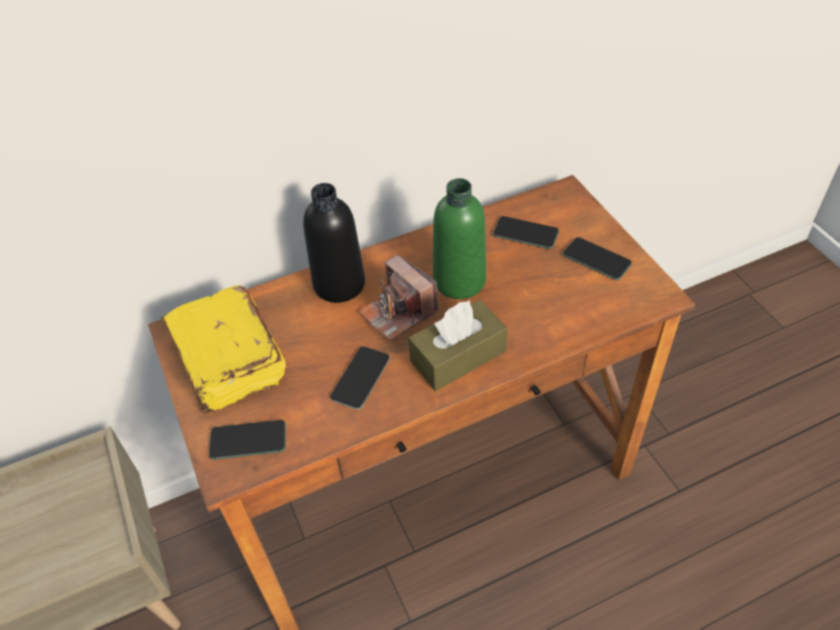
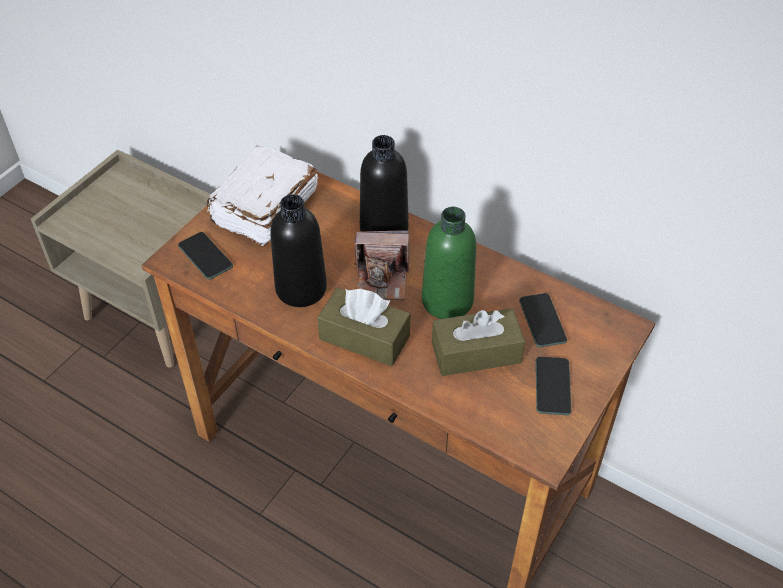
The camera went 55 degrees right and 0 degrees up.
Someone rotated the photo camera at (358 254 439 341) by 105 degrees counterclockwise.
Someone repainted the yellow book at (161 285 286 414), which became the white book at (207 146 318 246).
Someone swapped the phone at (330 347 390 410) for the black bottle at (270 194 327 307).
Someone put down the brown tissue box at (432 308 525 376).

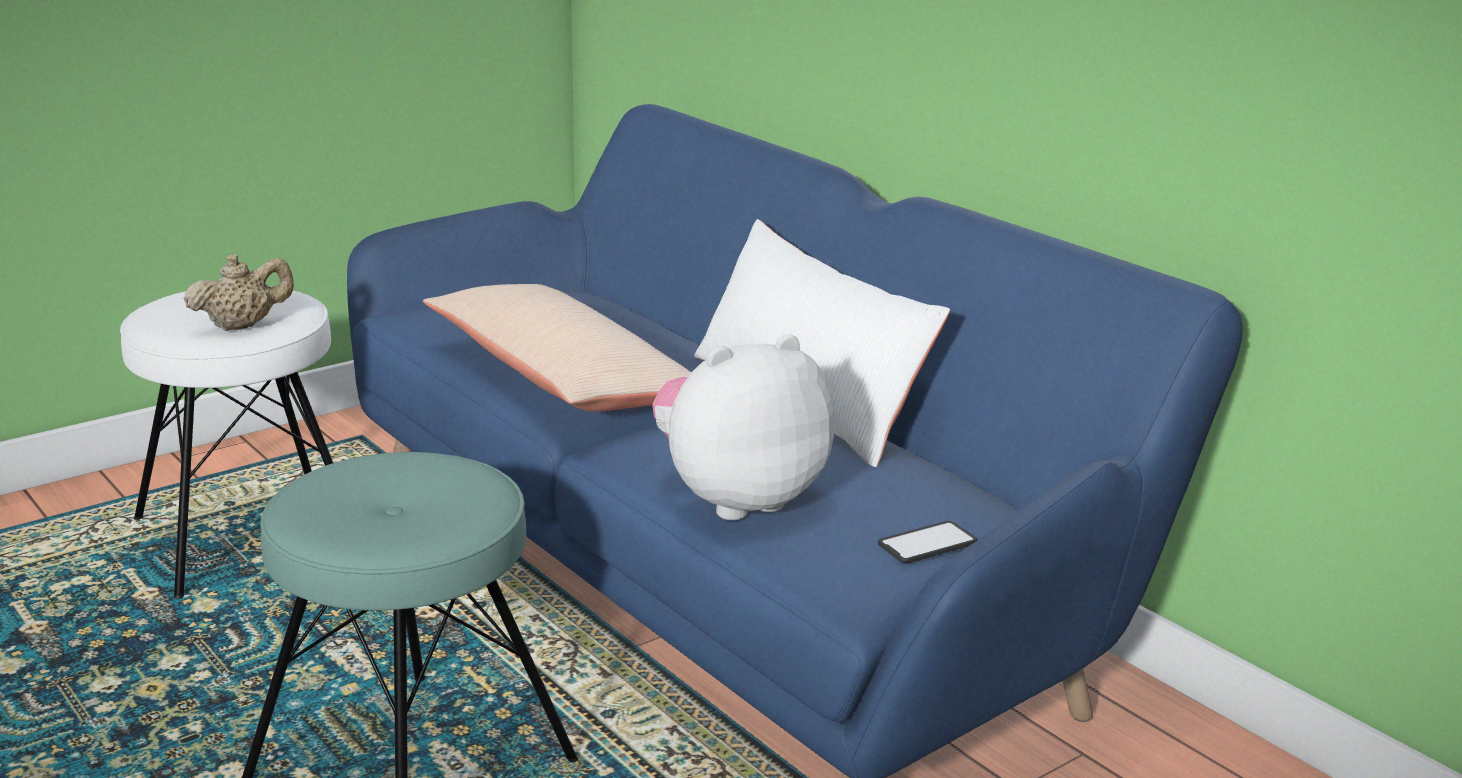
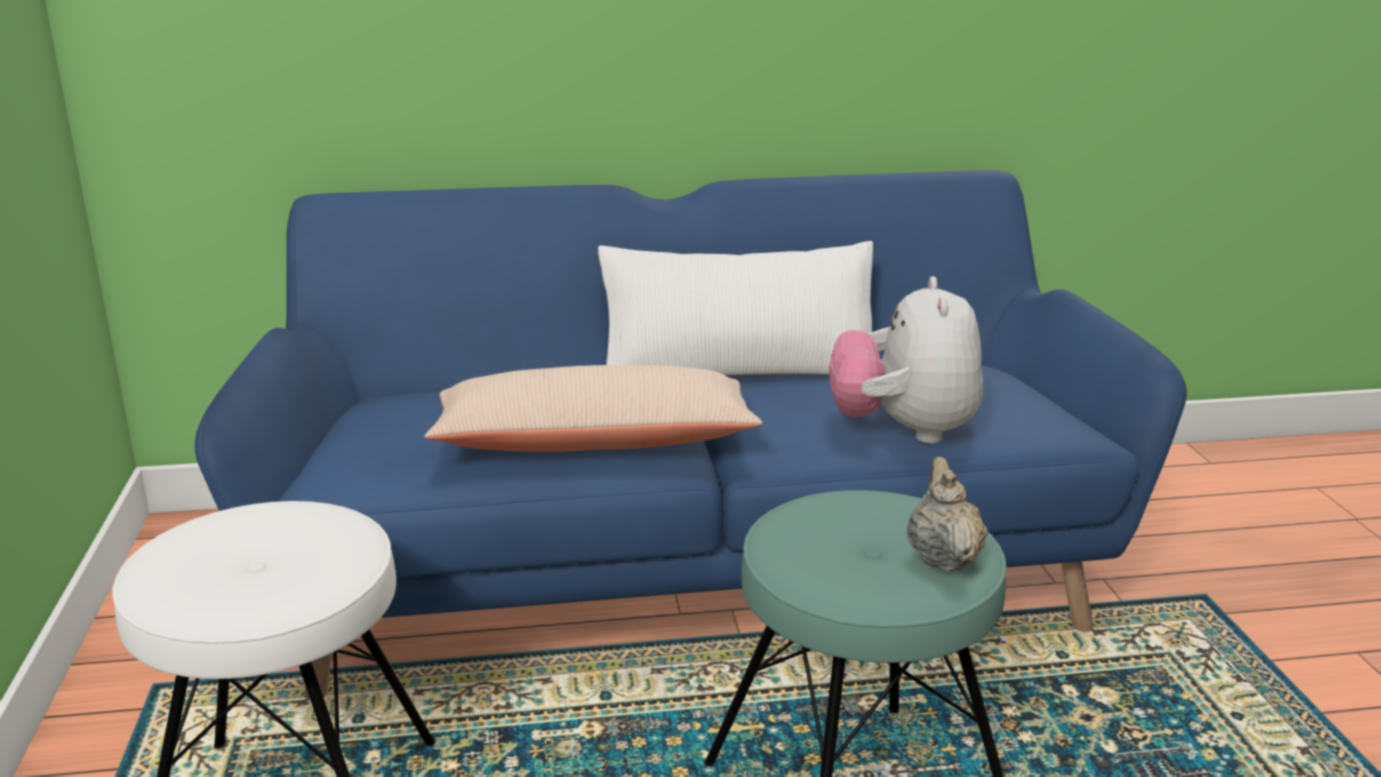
The camera went 60 degrees left and 0 degrees up.
Someone carried the beige teapot from (183 254 294 331) to (907 457 988 572).
Someone took away the phone at (878 521 977 563).

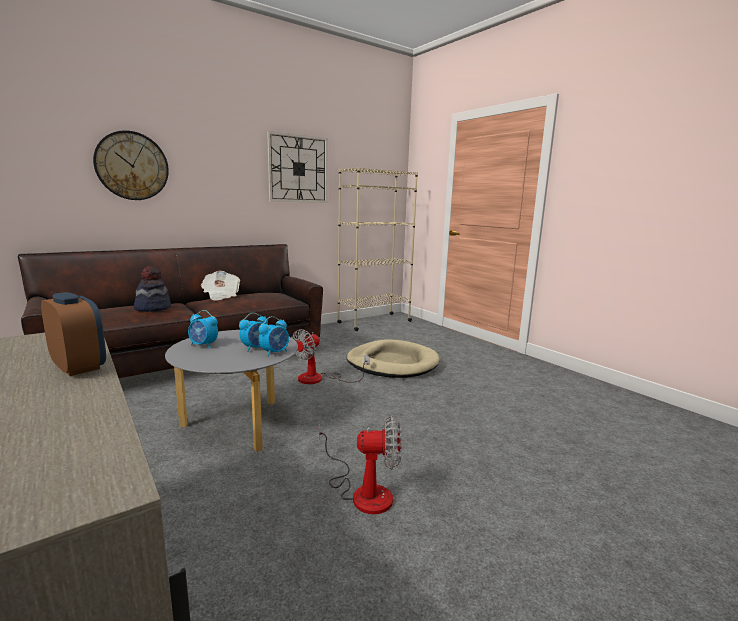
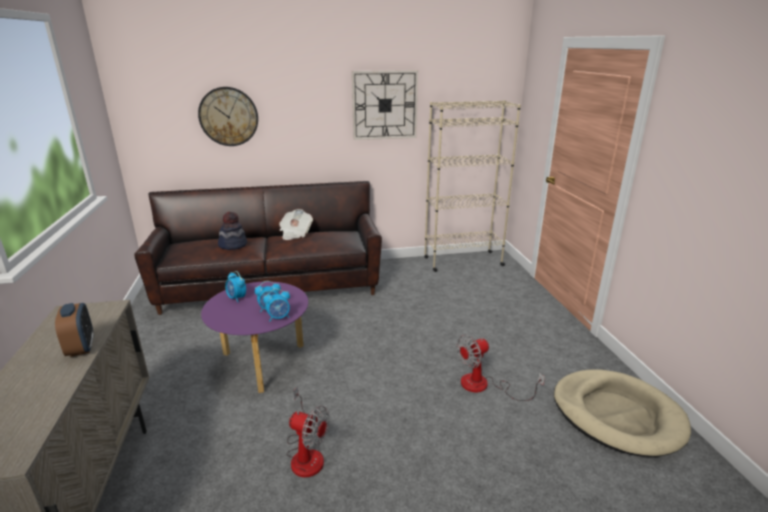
The camera went 25 degrees right and 10 degrees up.
Someone carried the fan from (292 329 369 384) to (456 334 545 401).
Someone repainted the grey coffee table at (165 330 298 452), which became the purple coffee table at (201 281 308 393).
Someone carried the beige dog bed from (346 340 439 378) to (554 369 691 457).

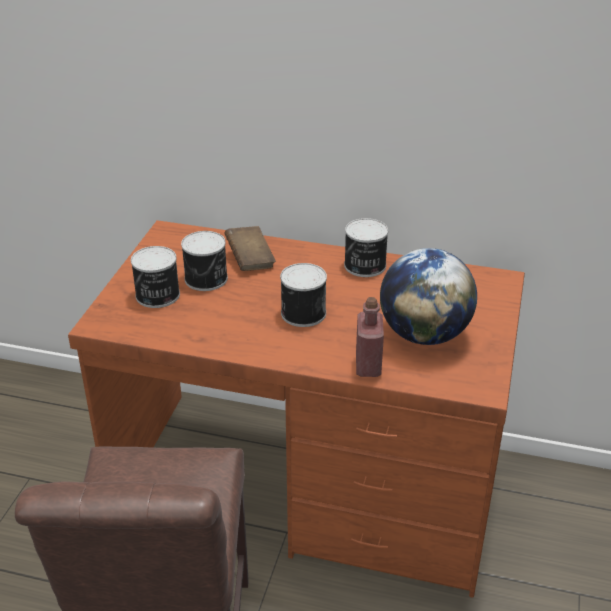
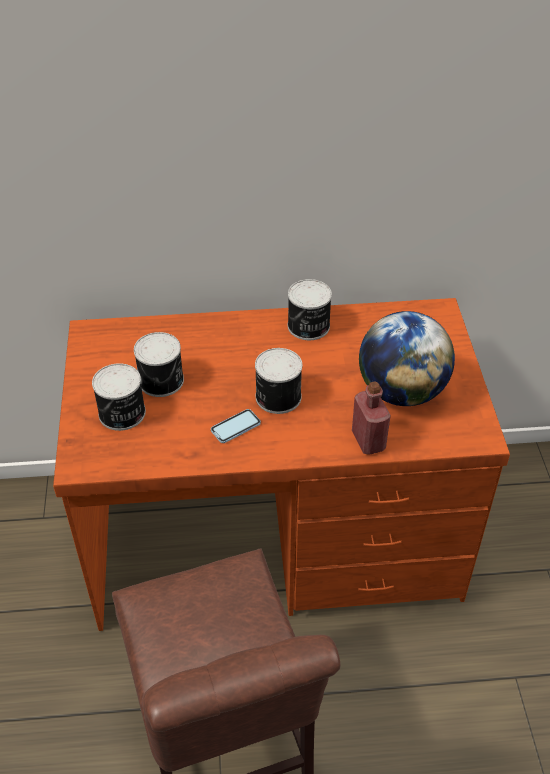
The camera went 20 degrees left and 10 degrees up.
Someone took away the brown book at (224 226 276 271).
Someone put down the phone at (211 409 261 443).

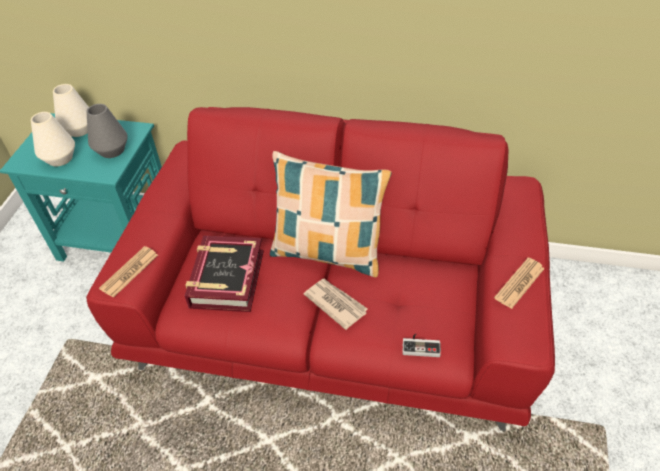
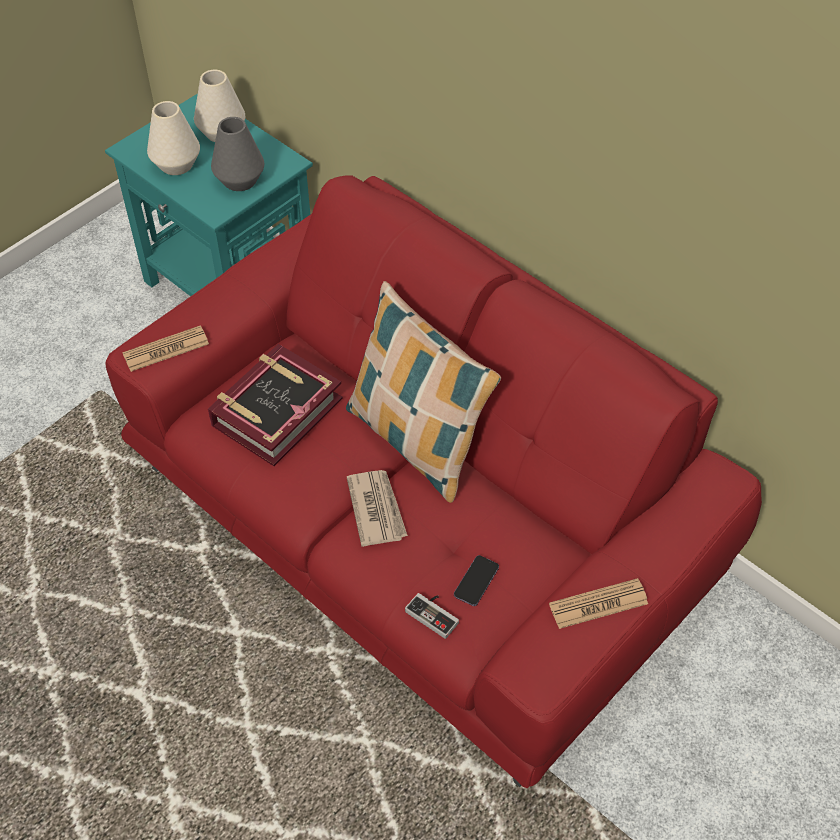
The camera went 30 degrees right and 5 degrees up.
Someone put down the phone at (454 555 499 606).

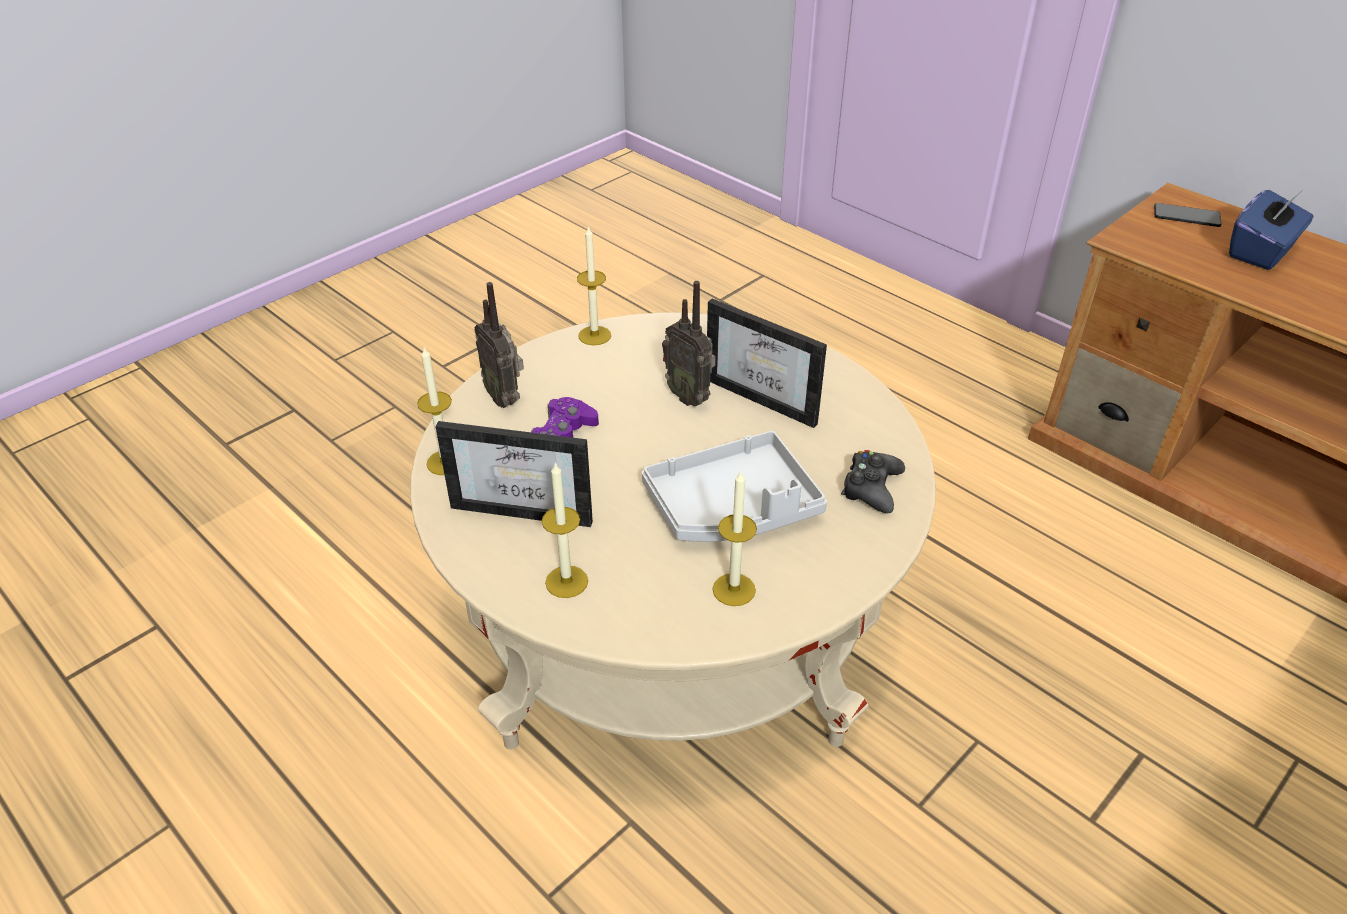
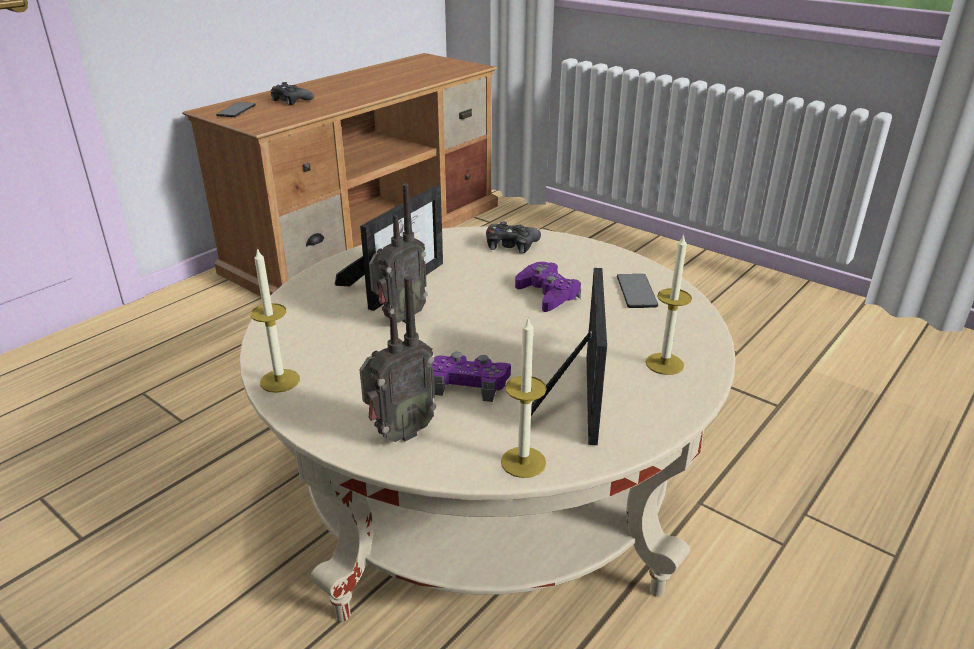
The camera went 95 degrees left and 10 degrees down.
Someone swapped the blue tissue box at (1229 190 1314 270) for the black game controller at (271 82 314 105).
Someone swapped the grey tray at (642 431 827 542) for the purple game controller at (515 262 581 312).
Someone swapped the candle at (713 470 757 606) for the phone at (617 274 658 308).

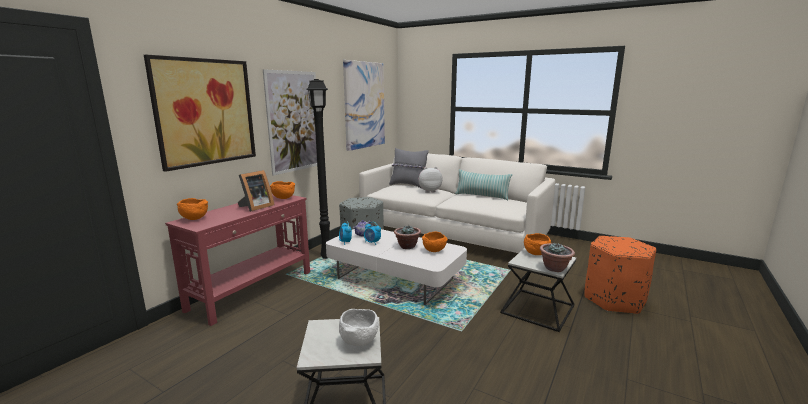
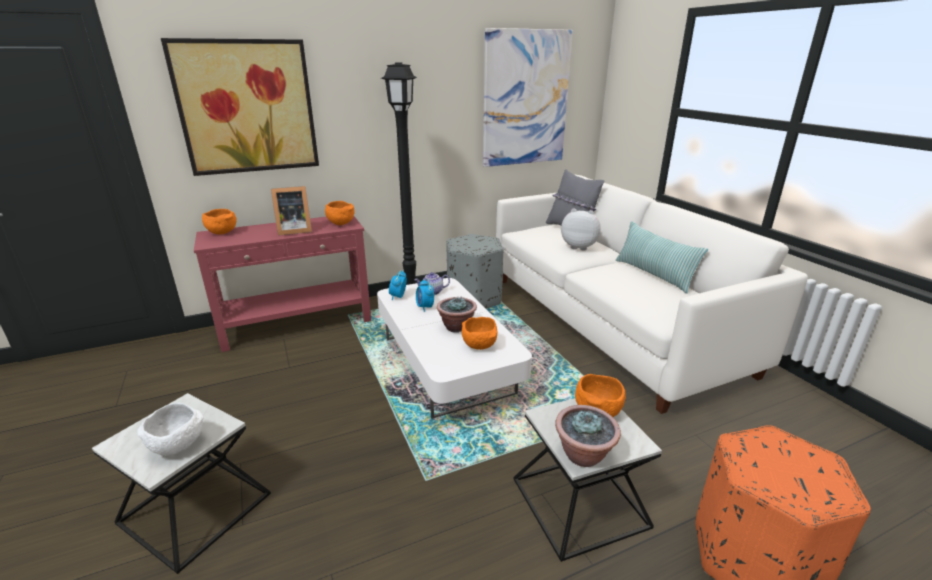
The camera went 35 degrees right and 10 degrees up.
Someone took away the picture at (263 69 317 176).

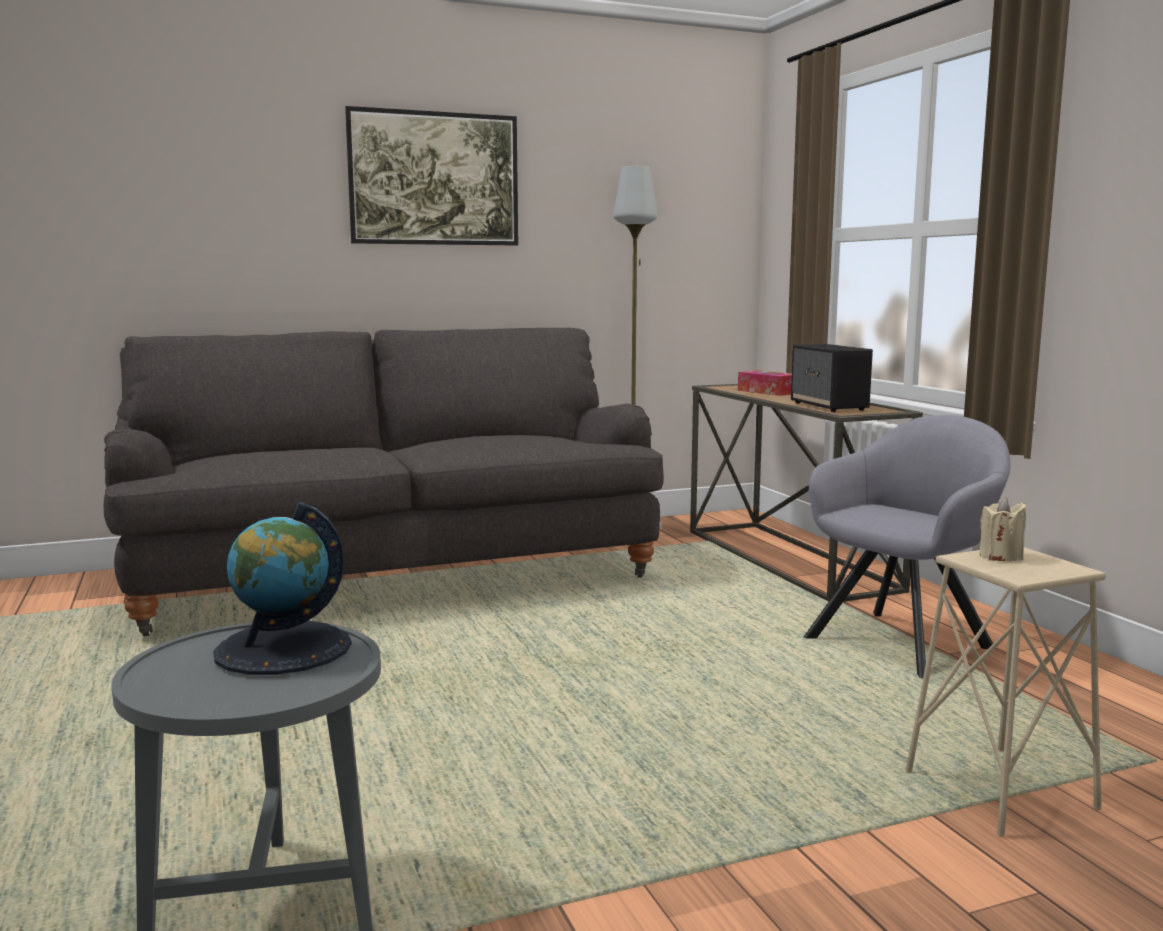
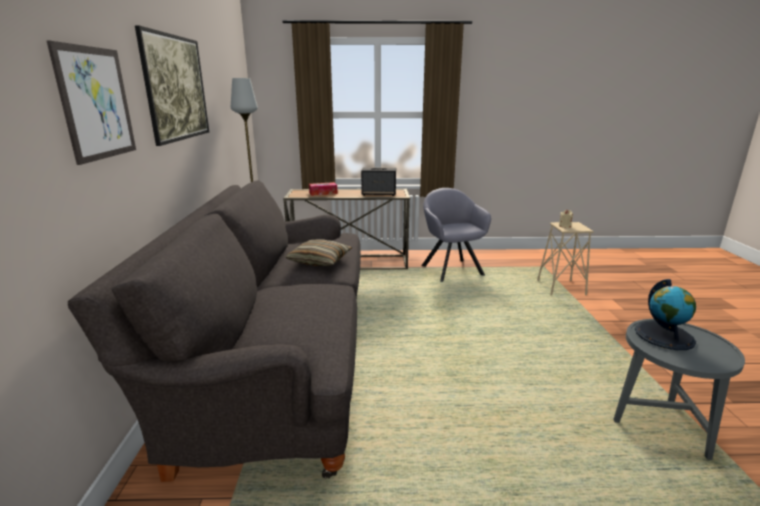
The camera went 70 degrees left and 10 degrees up.
Someone put up the picture at (47 41 136 165).
Someone put down the pillow at (286 239 352 266).

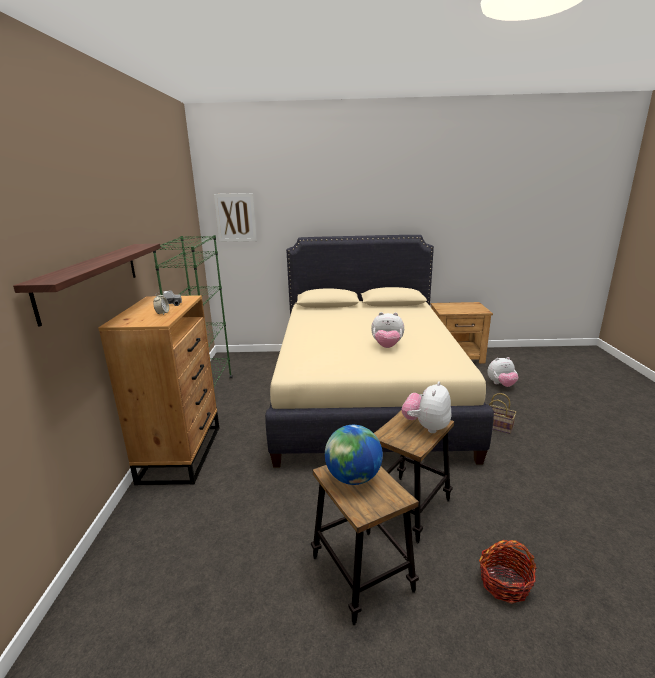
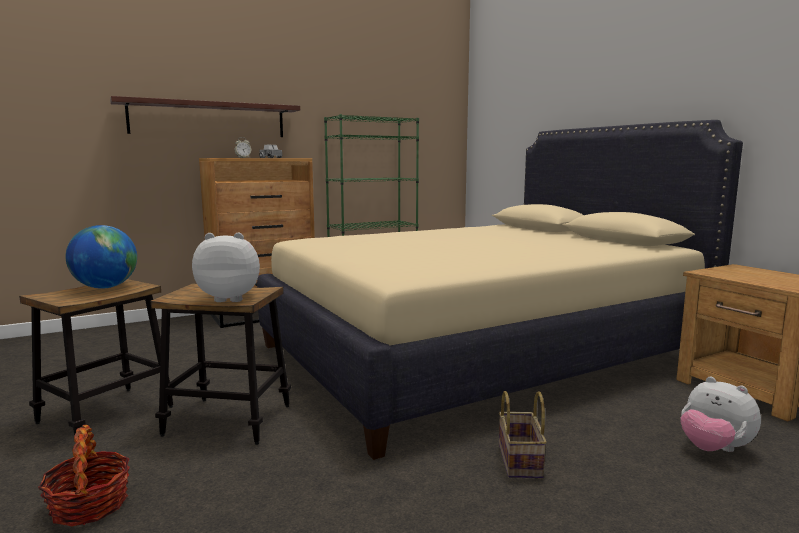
The camera went 60 degrees right and 10 degrees down.
Someone took away the picture at (214 193 257 242).
Someone took away the plush toy at (371 312 404 348).

